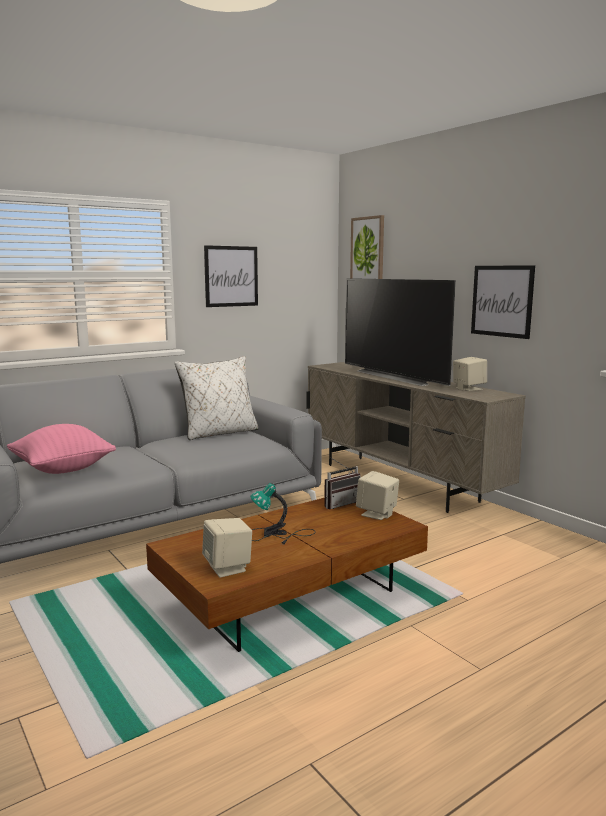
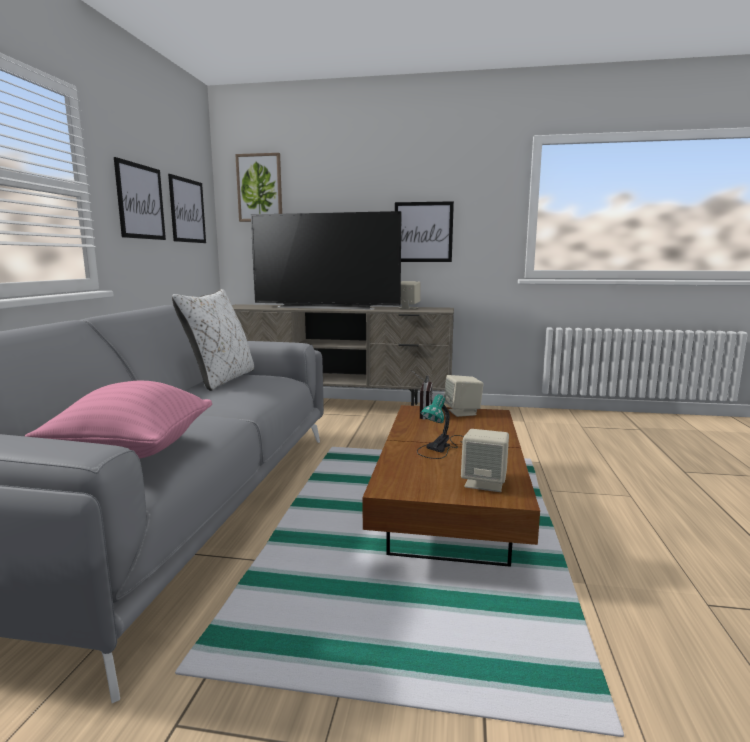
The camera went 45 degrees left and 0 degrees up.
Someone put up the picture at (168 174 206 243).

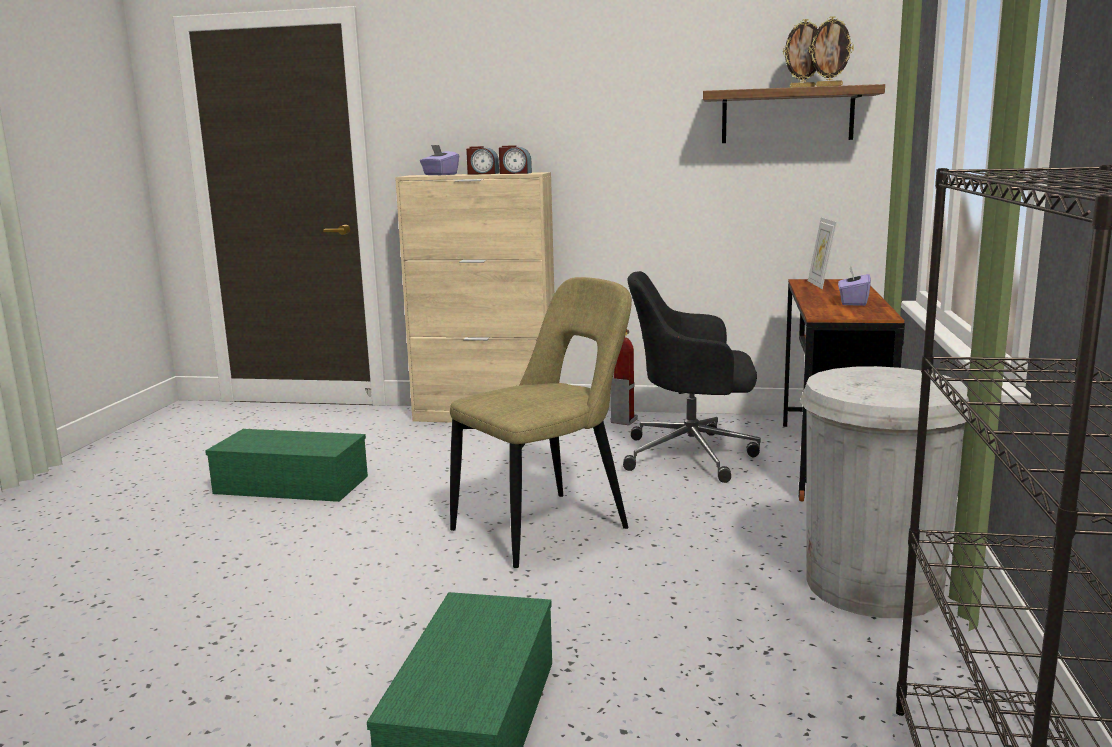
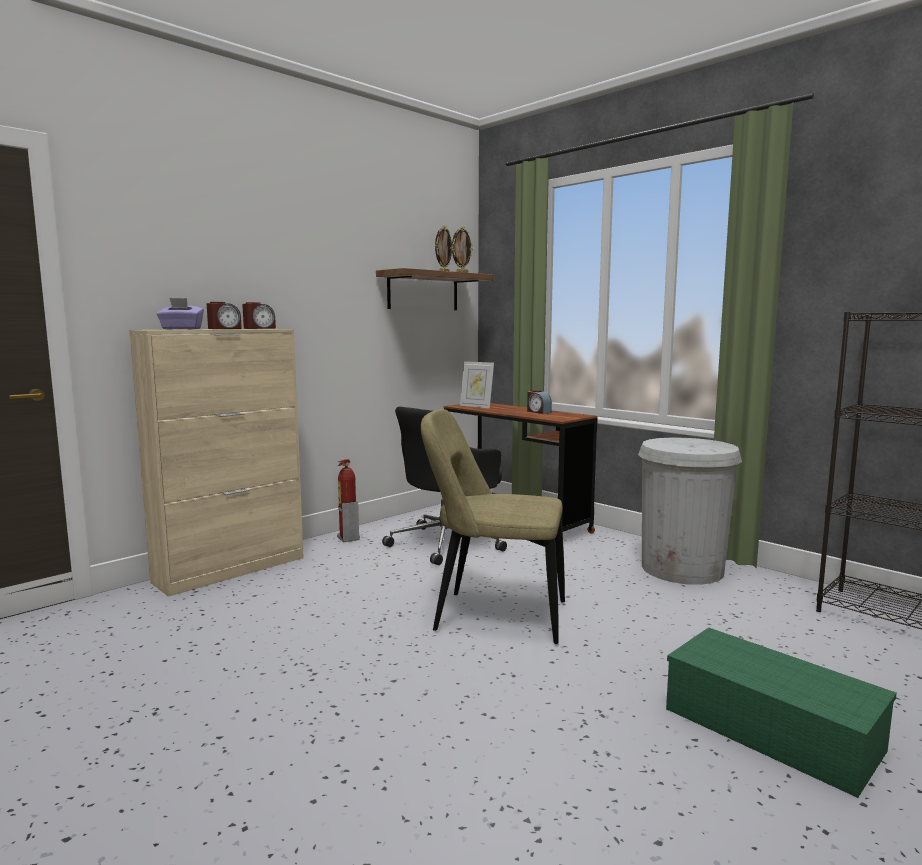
The camera went 55 degrees left and 5 degrees down.
Someone swapped the purple tissue box at (838 267 871 306) for the alarm clock at (527 390 552 414).
Someone rotated the beige chair at (450 277 632 568) by 75 degrees counterclockwise.
Someone took away the green storage box at (205 429 368 502).

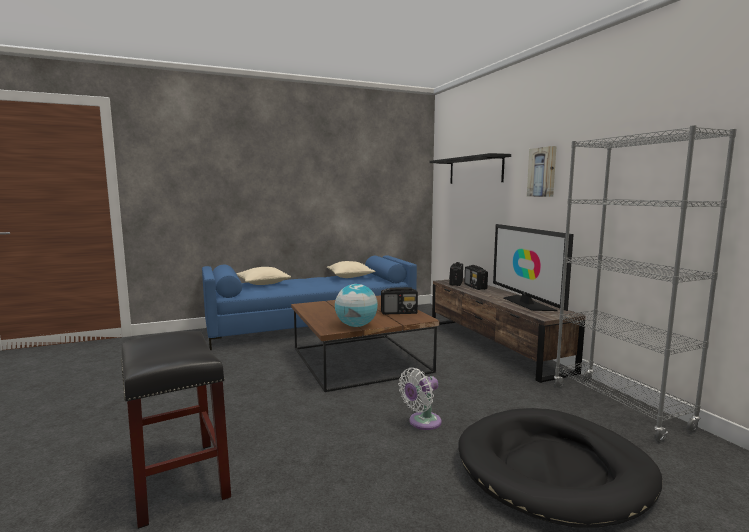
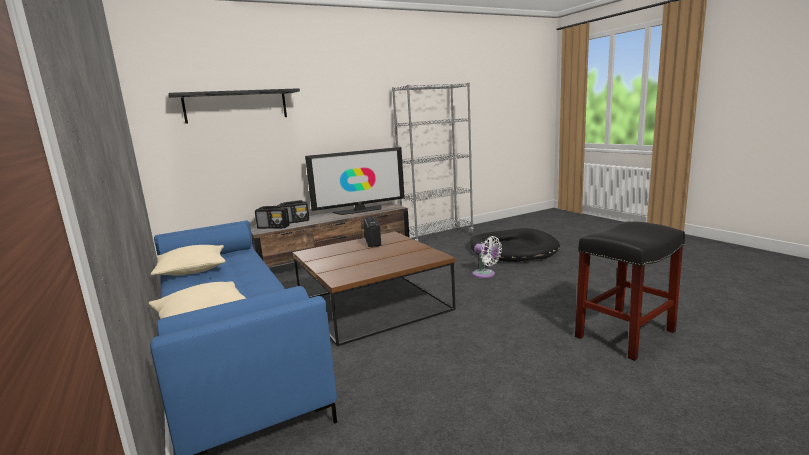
The camera went 95 degrees left and 5 degrees up.
Someone took away the picture at (527 146 557 197).
Someone took away the globe at (335 284 378 327).

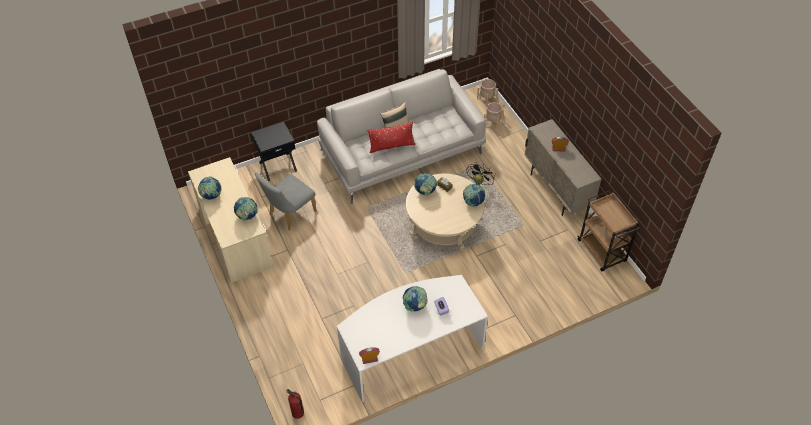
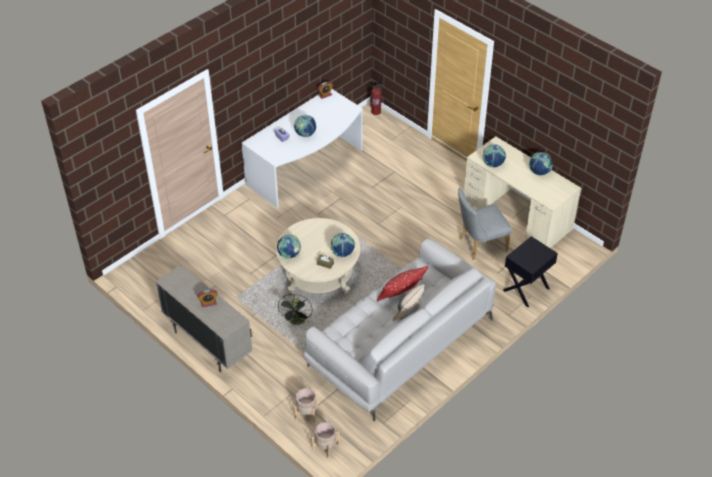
The camera went 160 degrees right and 5 degrees down.
Someone rotated the grey chair at (255 172 317 231) by 135 degrees counterclockwise.
Someone took away the brown cart at (577 191 640 271).

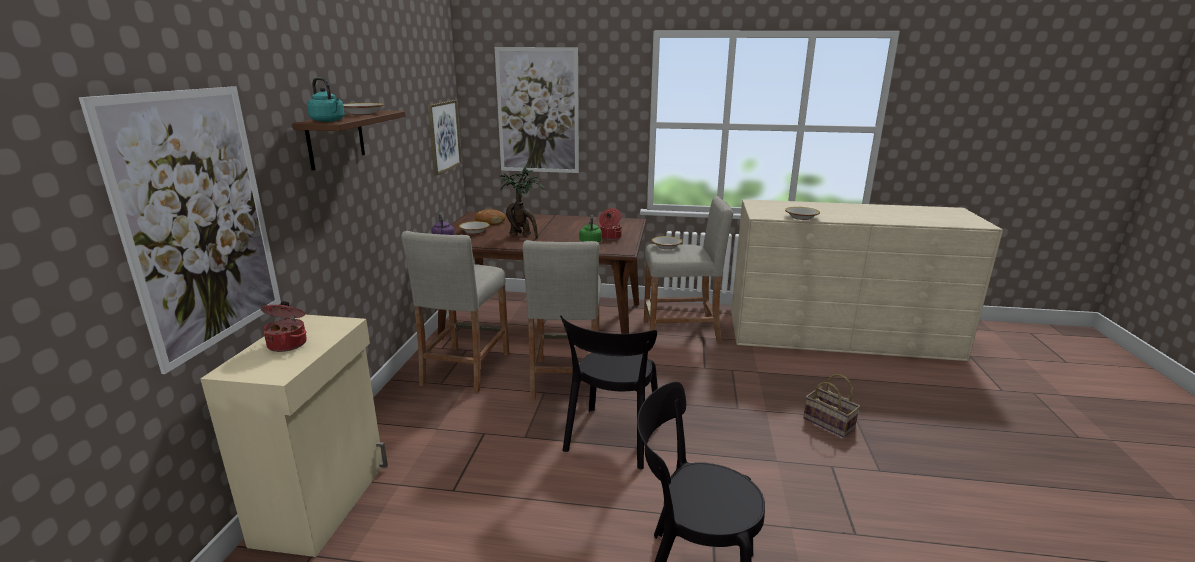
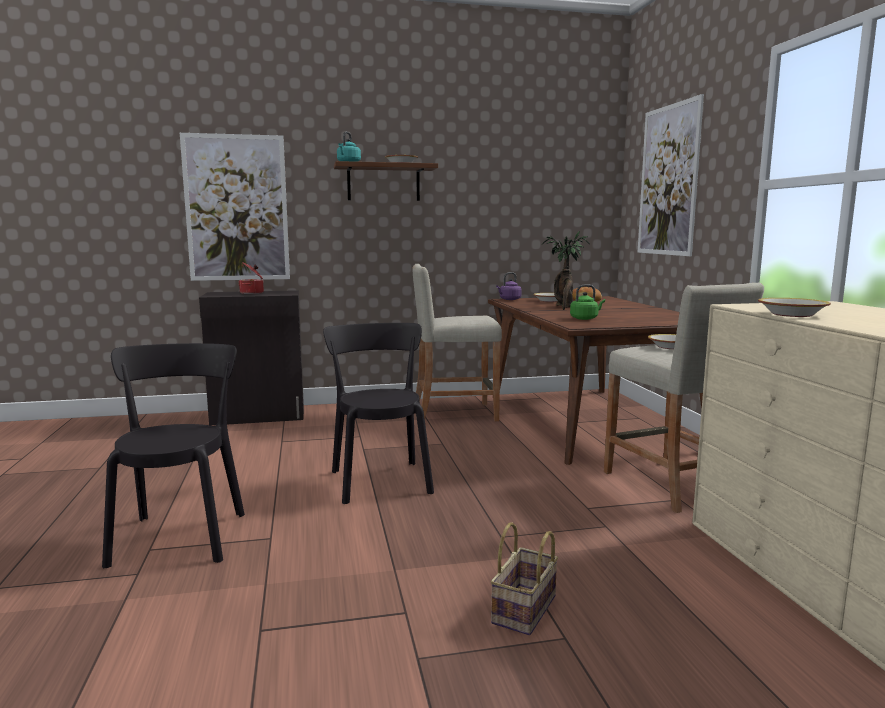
The camera went 70 degrees right and 10 degrees down.
Someone took away the picture at (427 100 462 175).
Someone took away the cooking pot at (599 208 622 240).
Someone took away the beige stool at (523 240 601 403).
Someone repainted the beige cabinet at (201 315 388 557), which became the black cabinet at (199 290 304 426).
Someone rotated the black chair at (560 316 661 469) by 75 degrees clockwise.

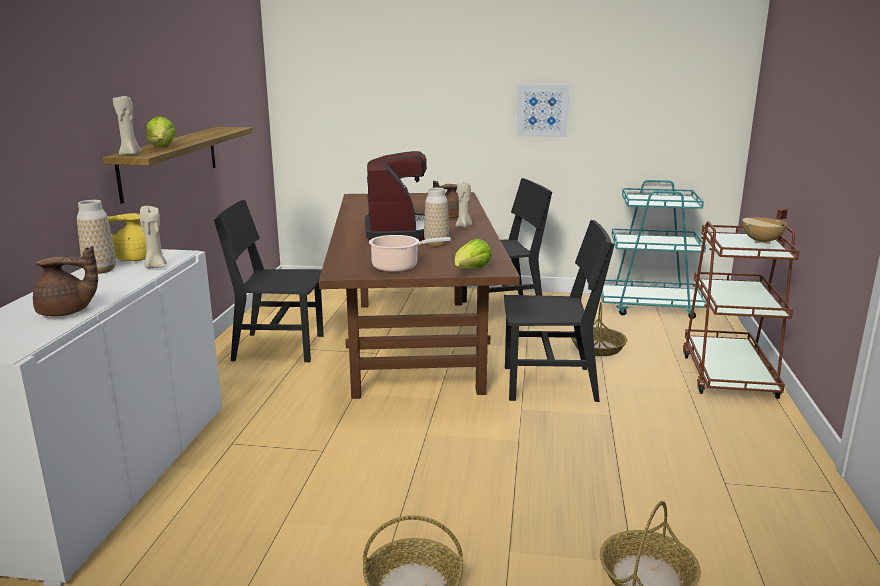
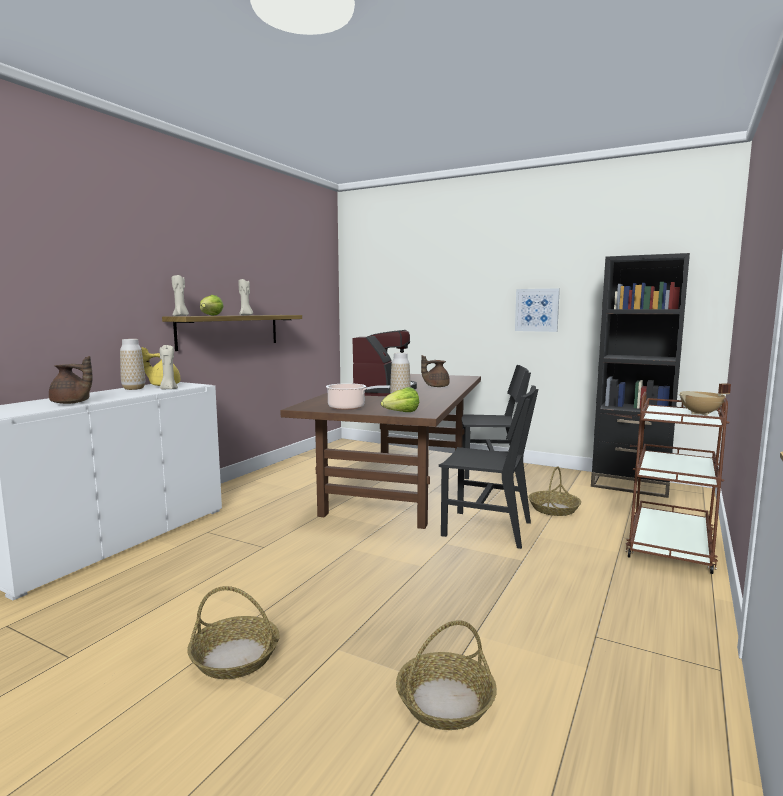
The camera went 20 degrees right and 10 degrees down.
Someone swapped the turquoise cart at (601 180 707 319) for the black bookcase at (591 253 690 498).
Someone carried the beige candle from (456 183 472 227) to (239 279 253 315).
Someone took away the black chair at (214 200 324 362).

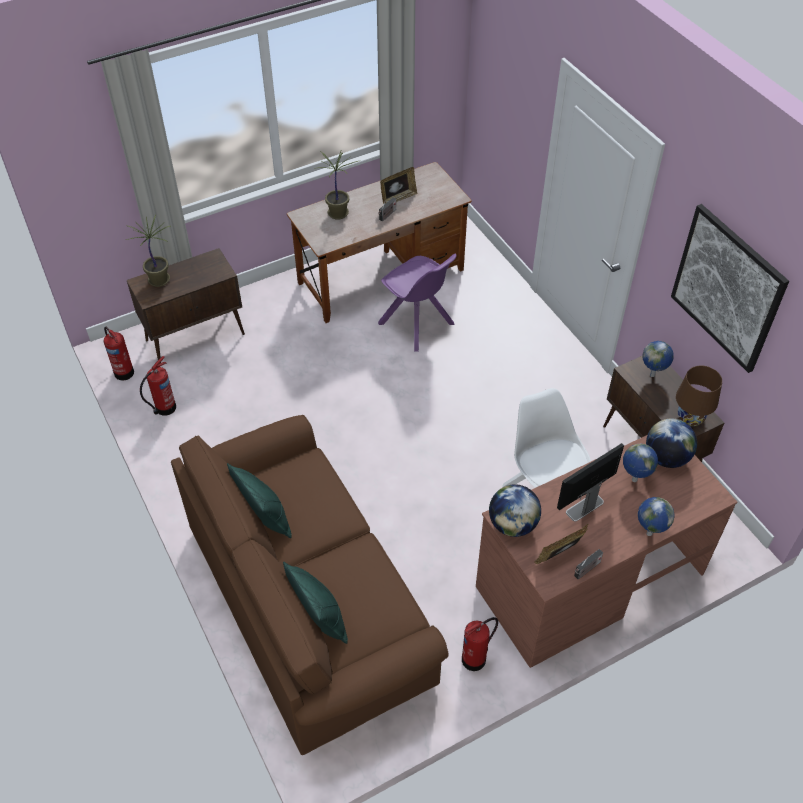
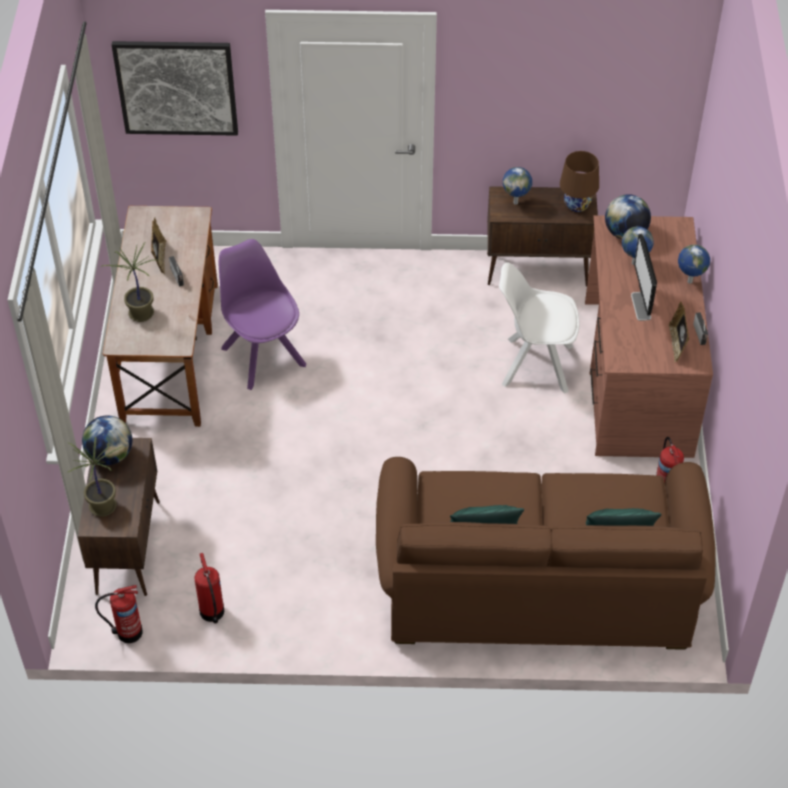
The camera went 60 degrees left and 0 degrees up.
Someone carried the picture from (671 204 789 373) to (112 41 238 136).
Someone rotated the purple chair at (378 254 457 352) by 105 degrees counterclockwise.
Someone carried the globe from (489 484 541 537) to (82 415 132 465).

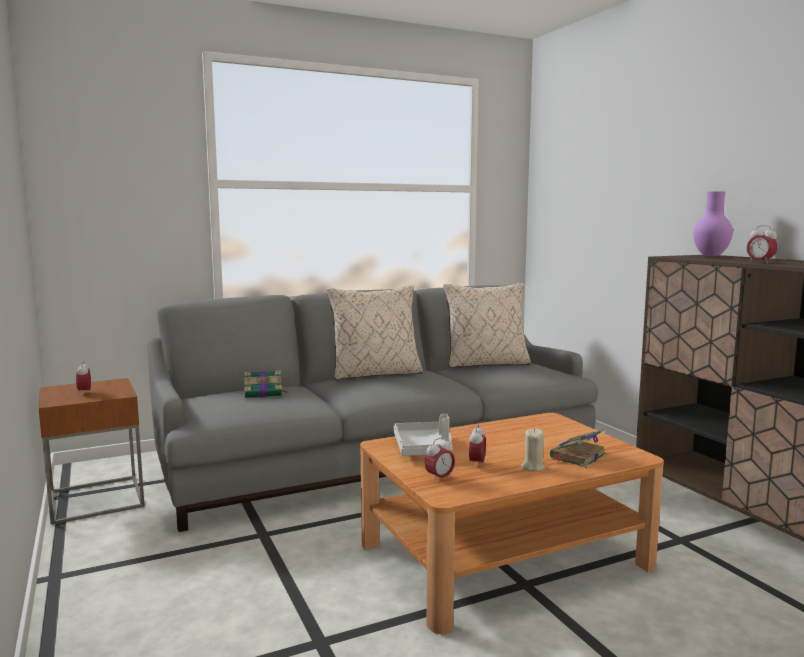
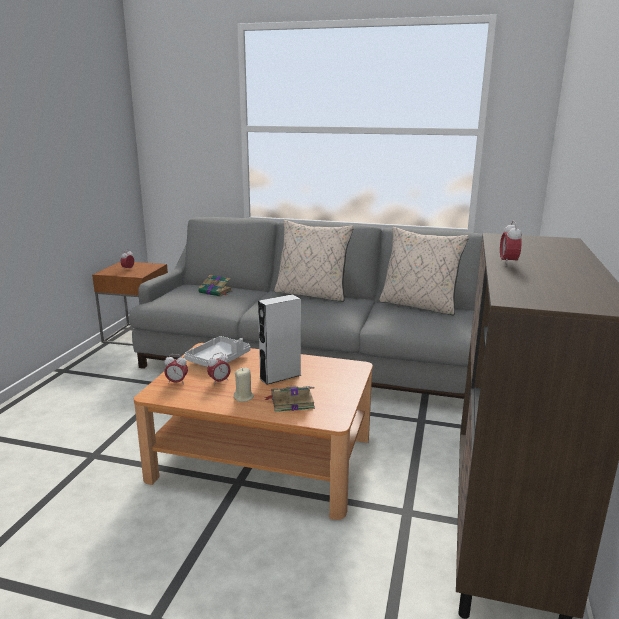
The camera went 40 degrees right and 10 degrees up.
Someone took away the purple vase at (693 191 733 256).
Someone put down the grey speaker at (258 294 301 385).

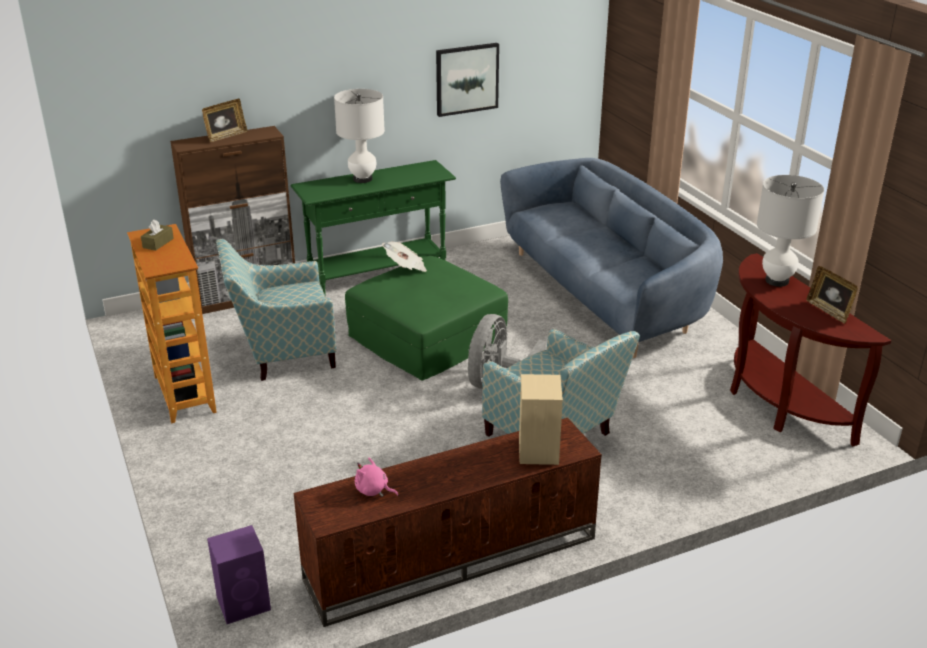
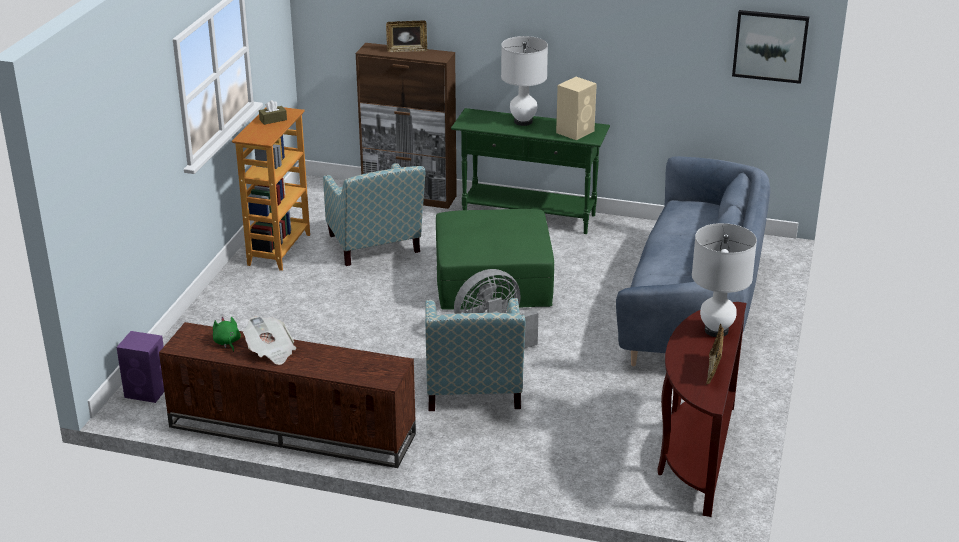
The camera went 40 degrees right and 0 degrees up.
Someone carried the picture from (436 43 499 117) to (732 10 809 84).
Someone rotated the armchair at (216 239 337 381) by 135 degrees counterclockwise.
Someone carried the newspaper from (382 242 426 272) to (243 316 296 365).
Someone carried the beige speaker from (519 374 563 465) to (556 77 597 140).
Someone repainted the pink plush toy at (355 458 398 497), which became the green plush toy at (213 317 241 352).

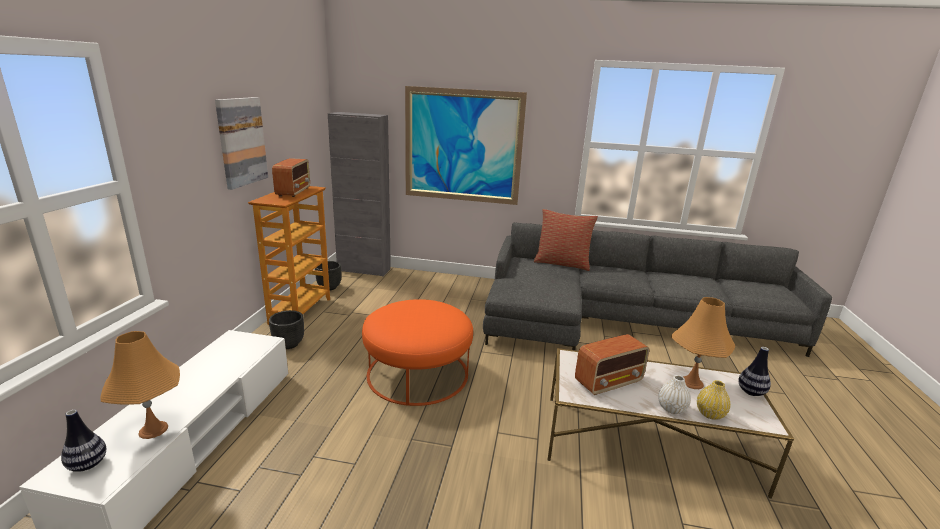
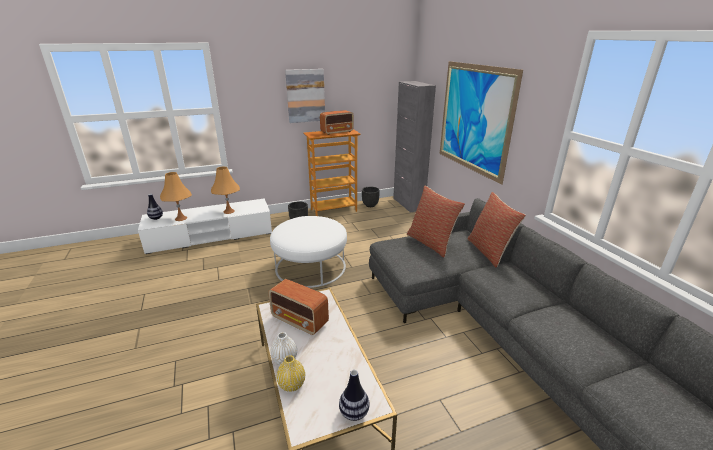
The camera went 60 degrees right and 5 degrees up.
Someone carried the orange table lamp from (671 297 736 389) to (211 167 240 214).
Someone repainted the orange ottoman at (362 299 473 406), which became the white ottoman at (270 216 347 288).
Someone put down the pillow at (407 186 465 257).

